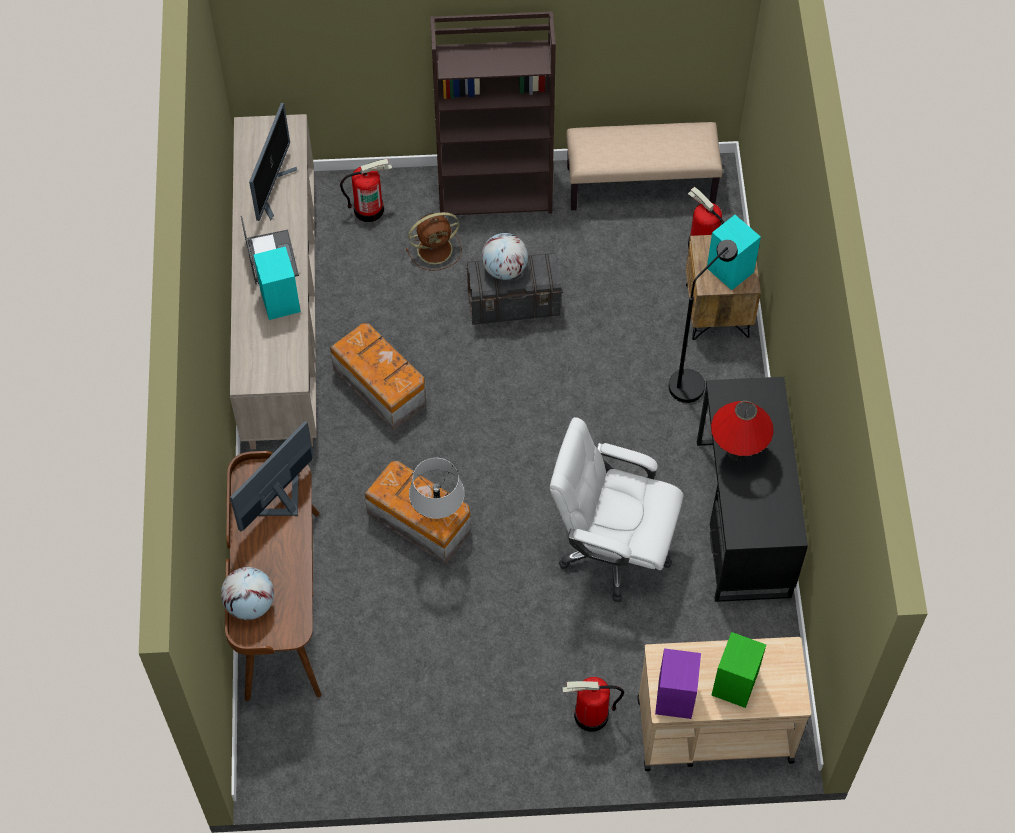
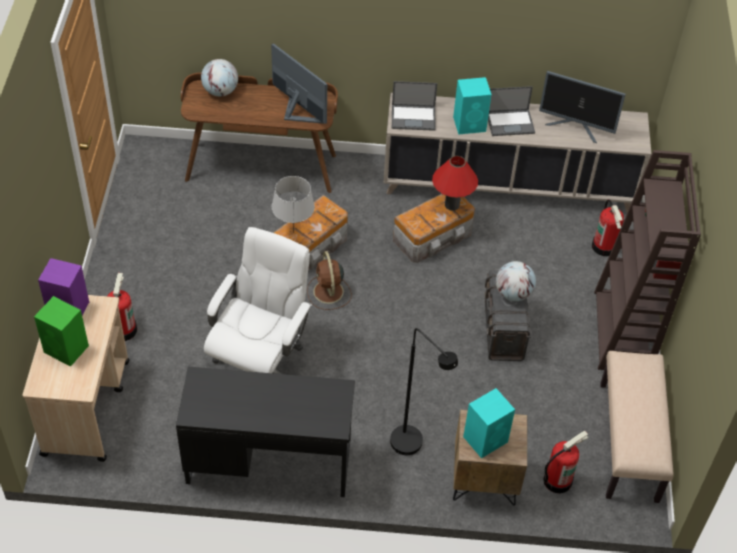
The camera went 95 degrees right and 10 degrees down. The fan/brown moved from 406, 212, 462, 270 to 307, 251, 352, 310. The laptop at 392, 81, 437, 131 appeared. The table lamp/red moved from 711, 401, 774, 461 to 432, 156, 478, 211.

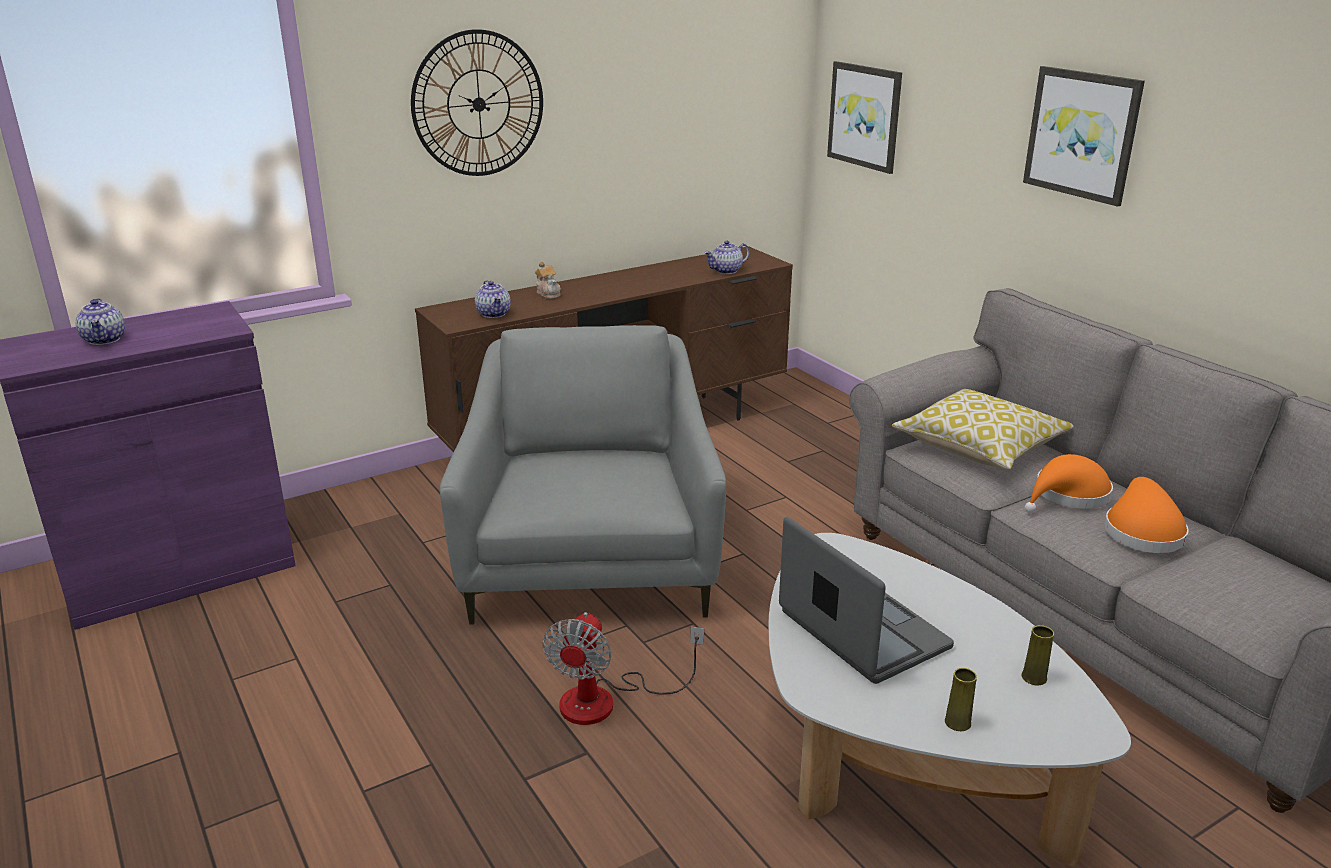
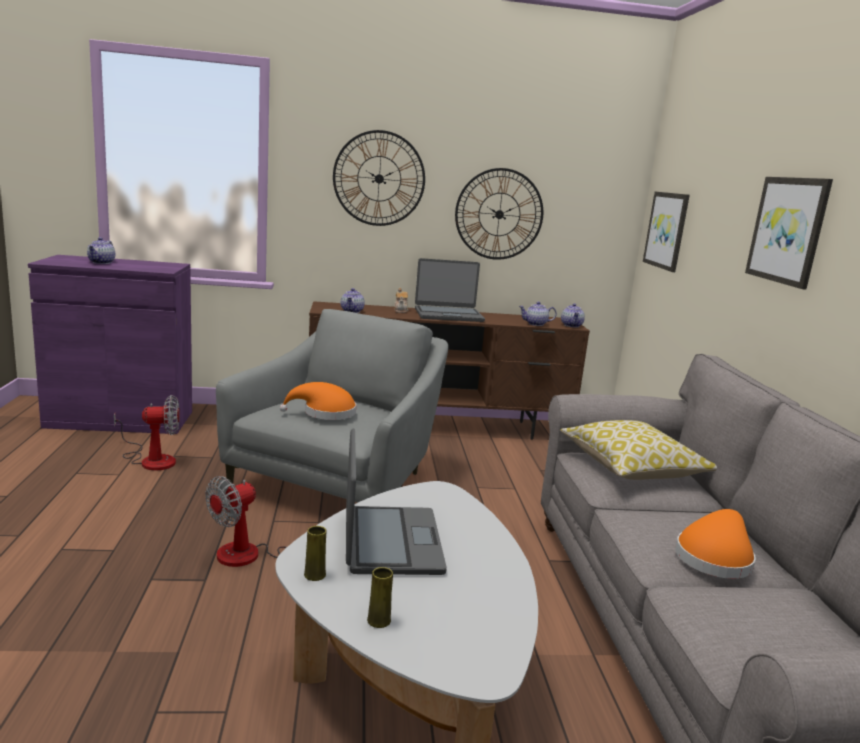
The camera went 25 degrees right and 10 degrees down. The fan at 114, 395, 180, 470 appeared. The hat/orange moved from 1024, 454, 1113, 513 to 280, 382, 356, 420. The vase/yellow moved from 1022, 625, 1054, 686 to 304, 526, 326, 581. The laptop at 415, 258, 485, 322 appeared. The wall clock at 455, 168, 543, 260 appeared. The teapot at 561, 303, 585, 327 appeared.

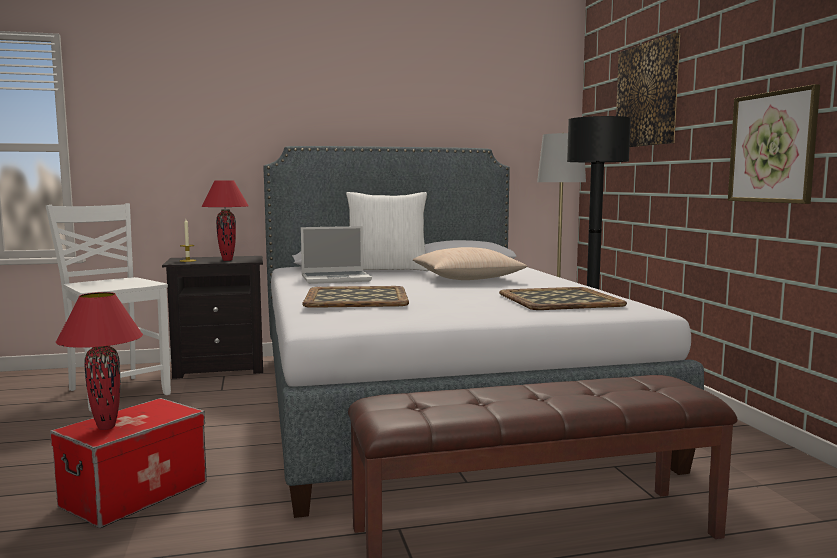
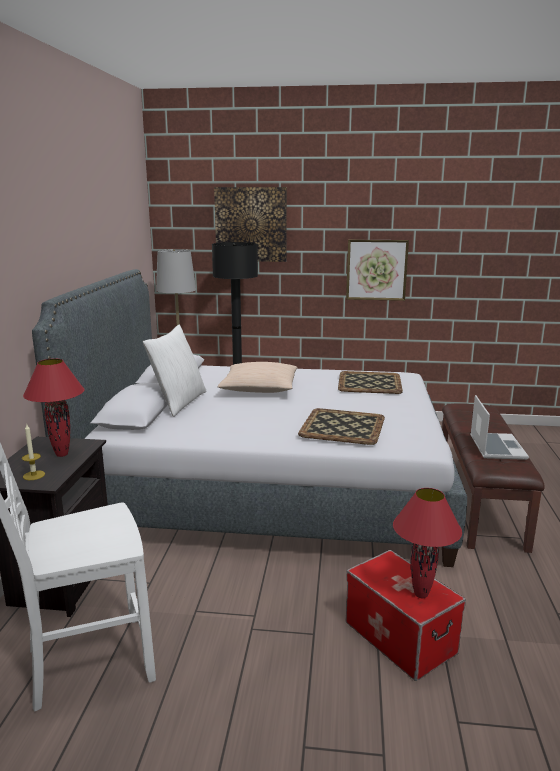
The camera went 70 degrees left and 10 degrees up. The laptop moved from 301, 226, 372, 284 to 470, 395, 529, 460.

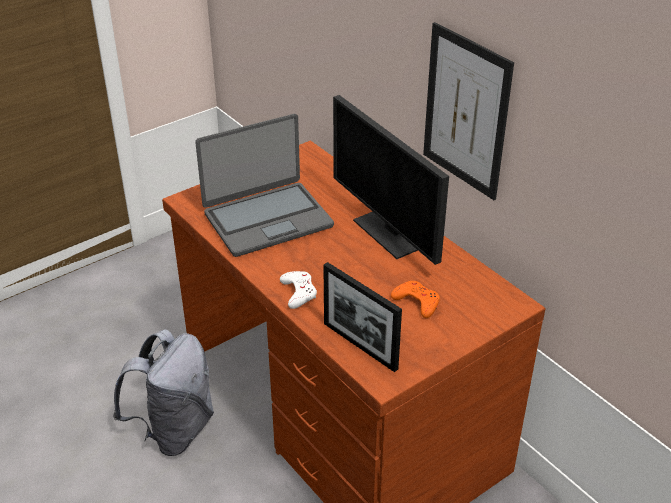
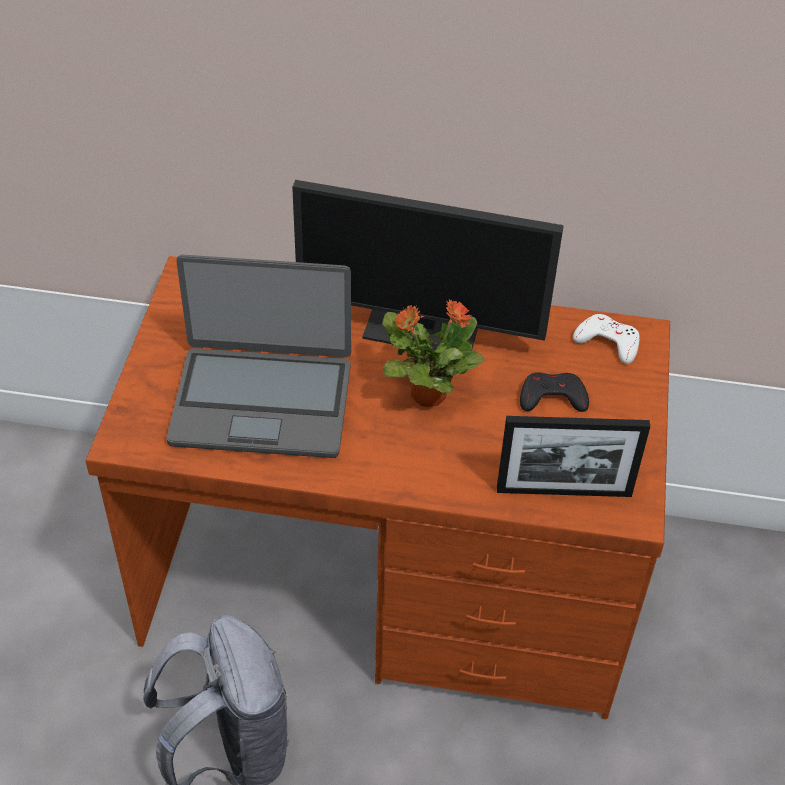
The camera went 45 degrees left and 10 degrees up. The laptop at 195, 114, 334, 257 turned 75 degrees clockwise. The potted plant at 382, 300, 485, 407 appeared. The game controller/orange at 391, 281, 440, 318 became the game controller/black at 520, 372, 589, 412. The game controller/white moved from 280, 271, 317, 309 to 573, 314, 640, 364. The picture at 423, 22, 514, 200 disappeared.

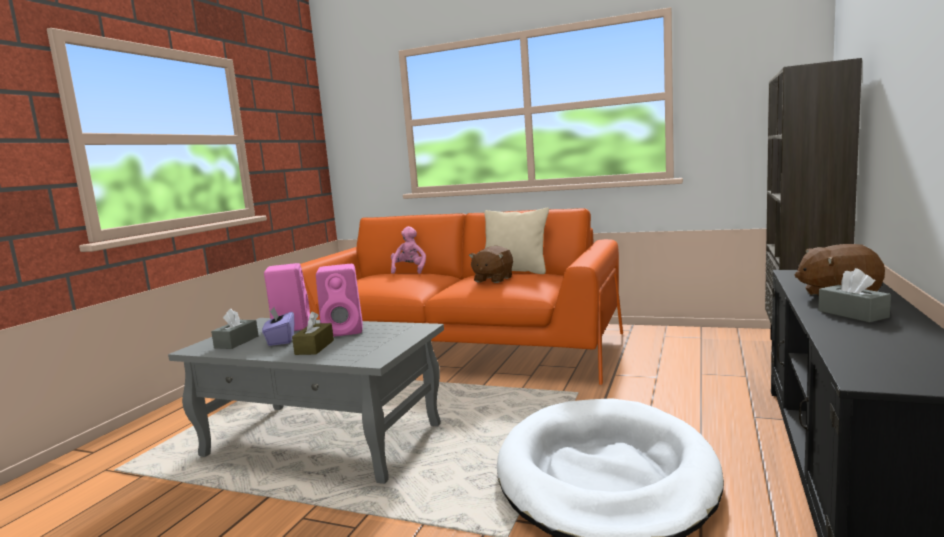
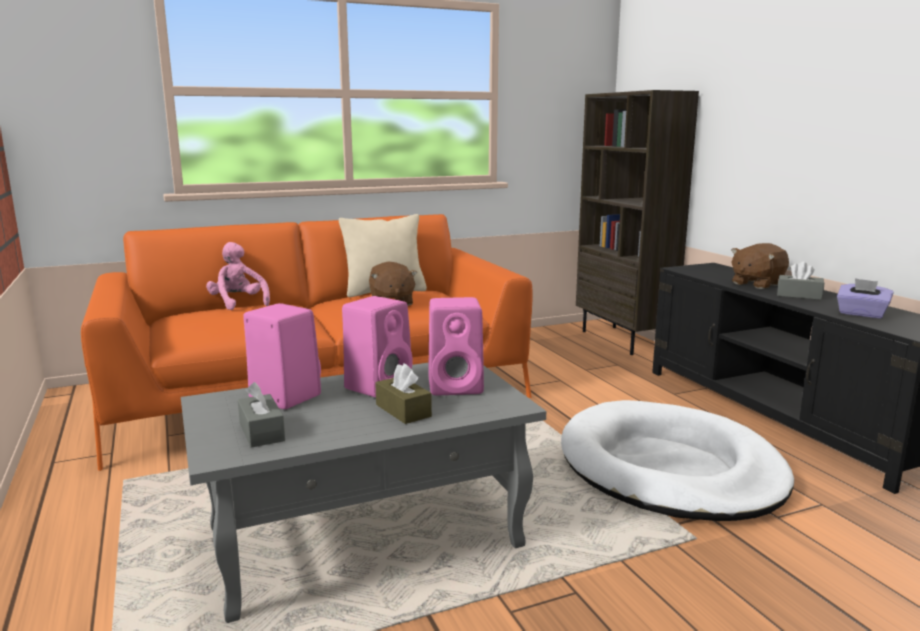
The camera went 45 degrees left and 5 degrees up. The speaker/pink at 428, 297, 484, 395 appeared. The tissue box/purple moved from 262, 307, 294, 346 to 837, 278, 893, 319.

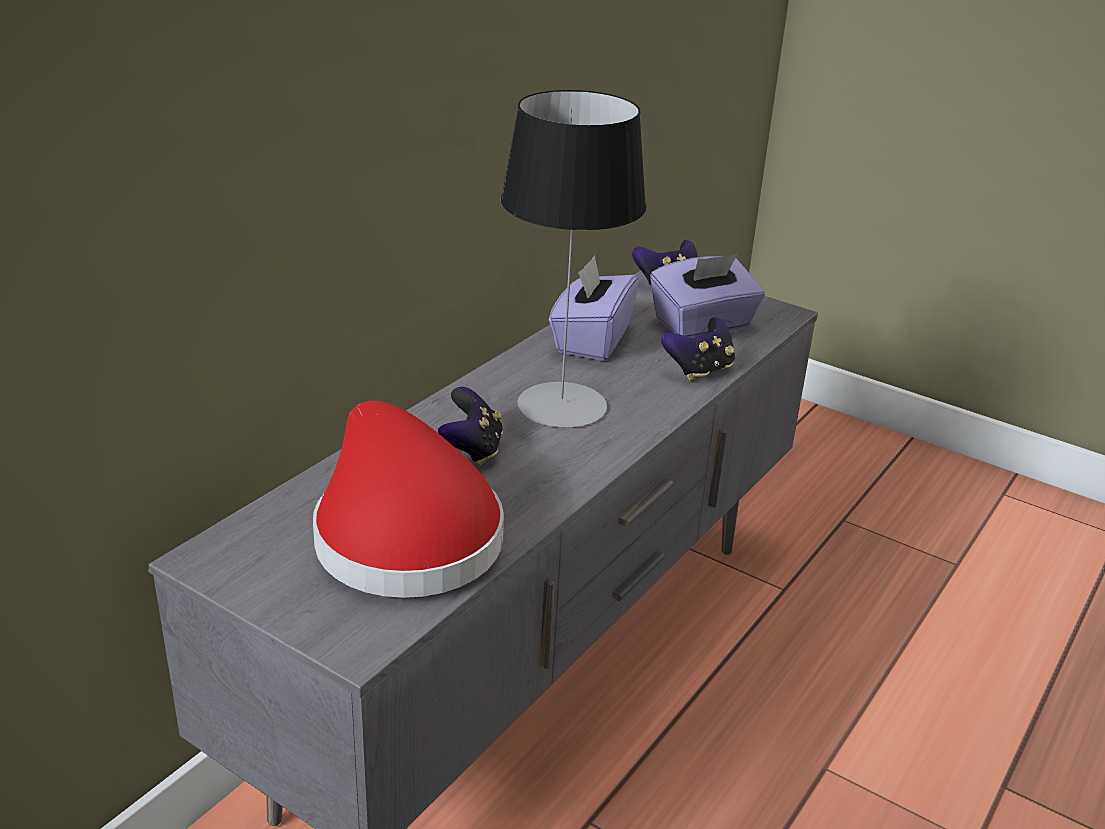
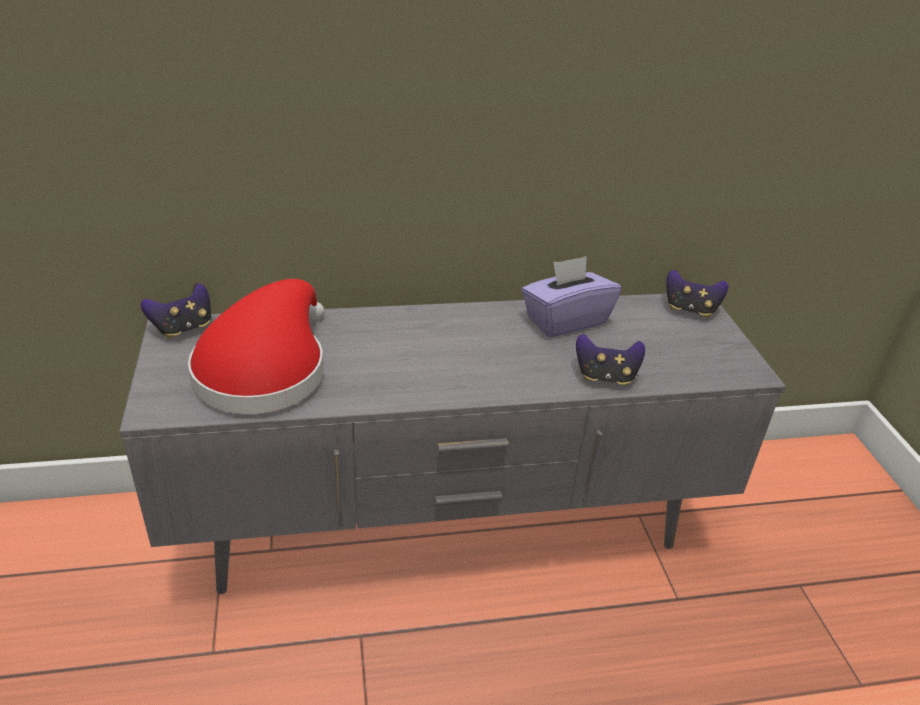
The camera went 45 degrees right and 5 degrees up. The game controller moved from 438, 387, 503, 465 to 141, 283, 211, 339. The table lamp at 501, 90, 646, 428 disappeared. The tissue box/purple at 650, 254, 765, 338 disappeared.

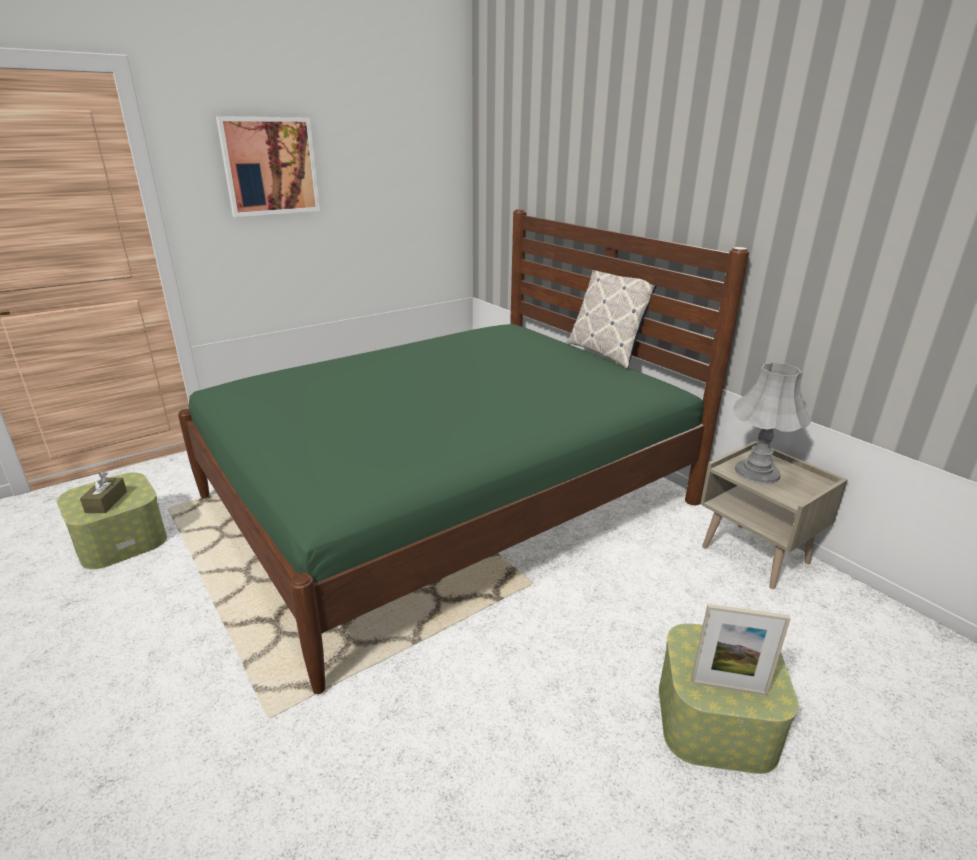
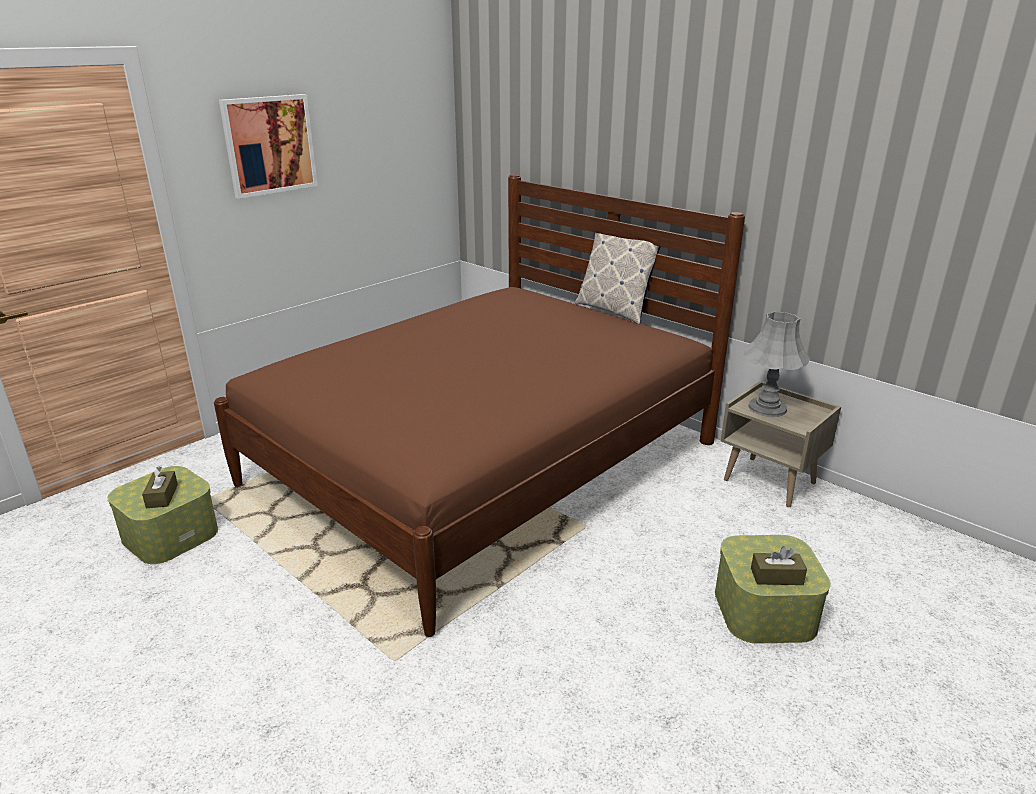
The camera went 10 degrees left and 0 degrees up. The bed/green at 178, 209, 749, 694 became the bed/brown at 214, 174, 745, 637. The picture frame at 691, 604, 791, 696 was replaced by the tissue box/brown at 751, 546, 807, 585.

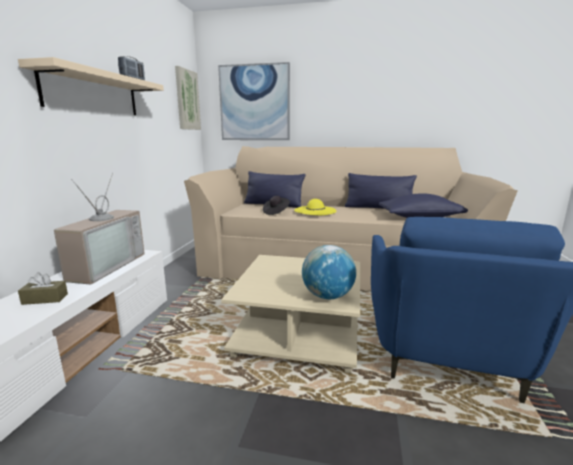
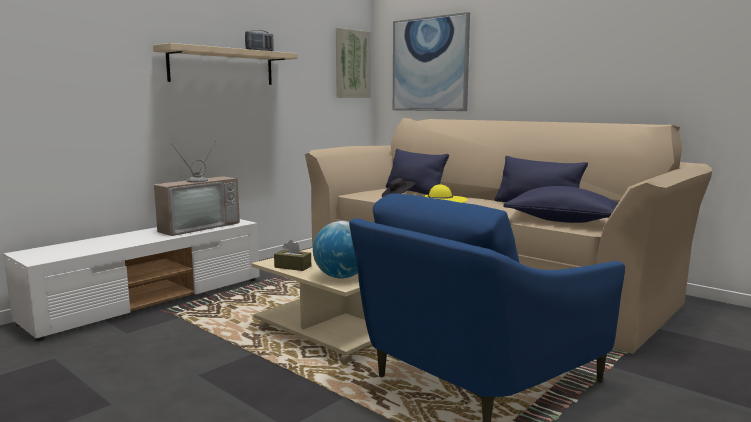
The camera went 30 degrees right and 5 degrees down. The tissue box/brown moved from 18, 272, 68, 305 to 274, 240, 311, 271.

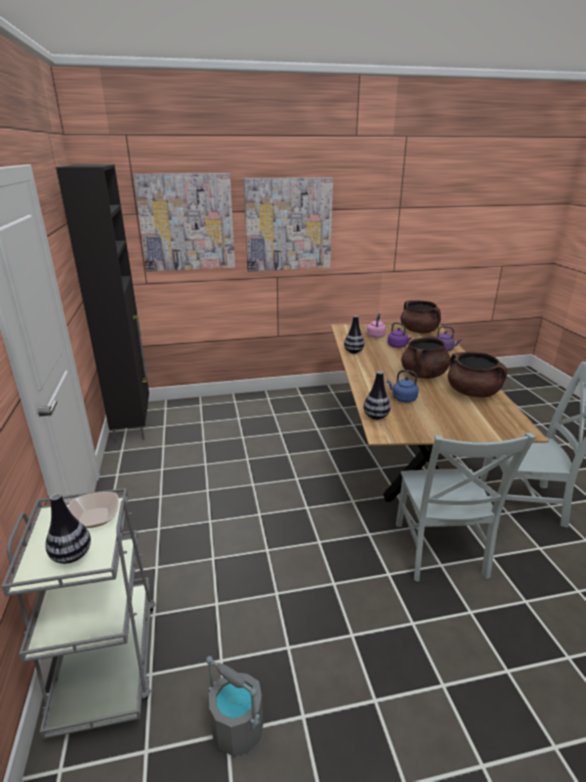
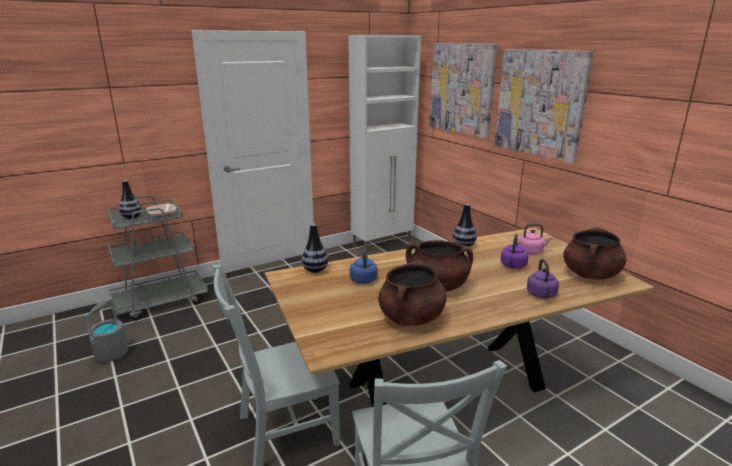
The camera went 70 degrees right and 5 degrees down. The cabinet/black at 56, 164, 149, 443 became the cabinet/white at 348, 35, 421, 248.

